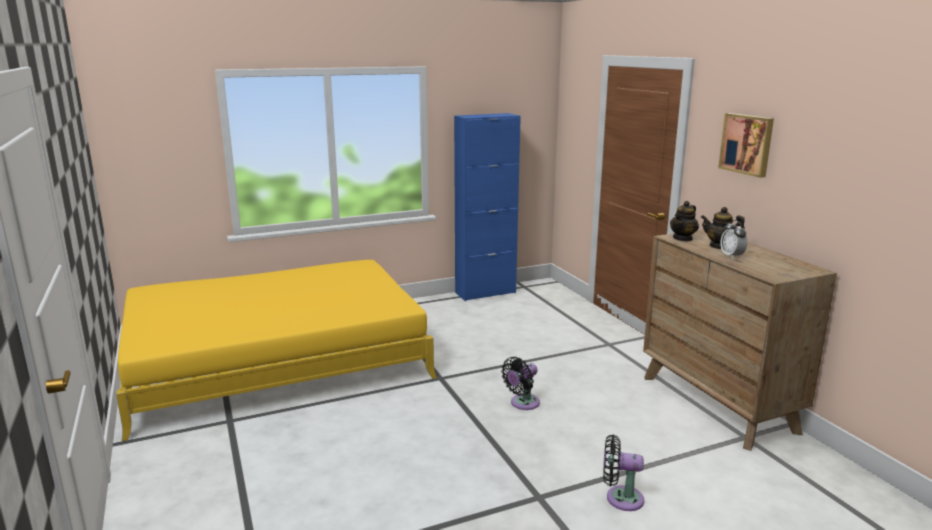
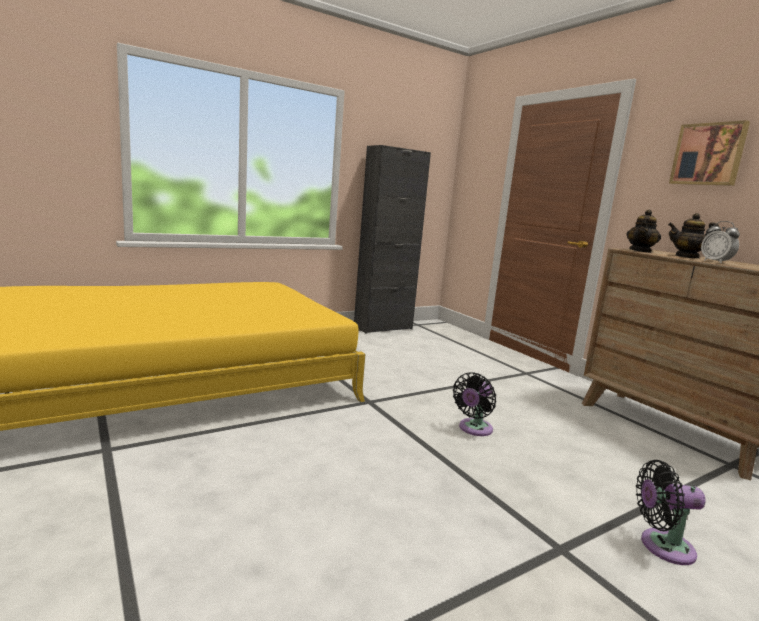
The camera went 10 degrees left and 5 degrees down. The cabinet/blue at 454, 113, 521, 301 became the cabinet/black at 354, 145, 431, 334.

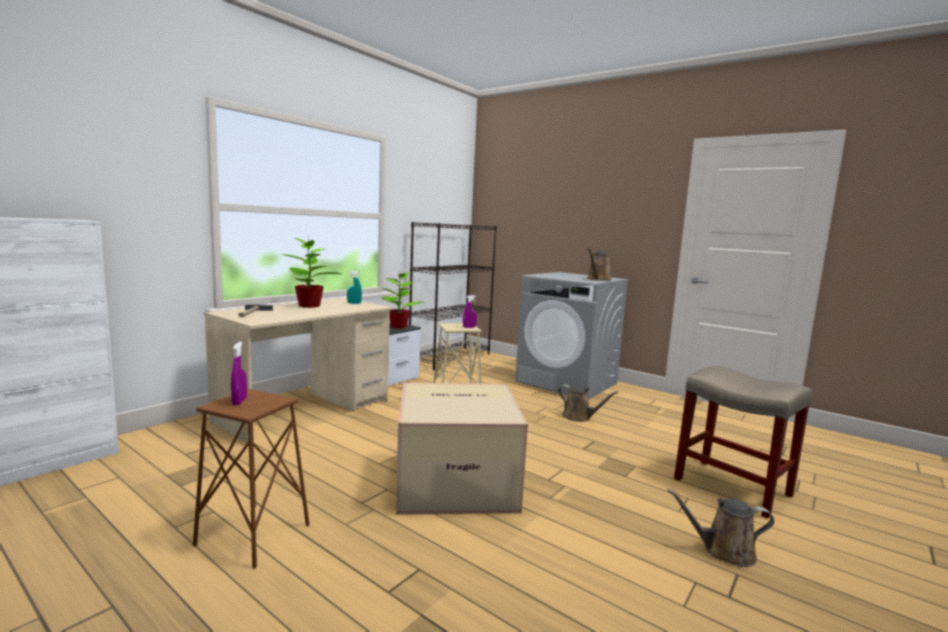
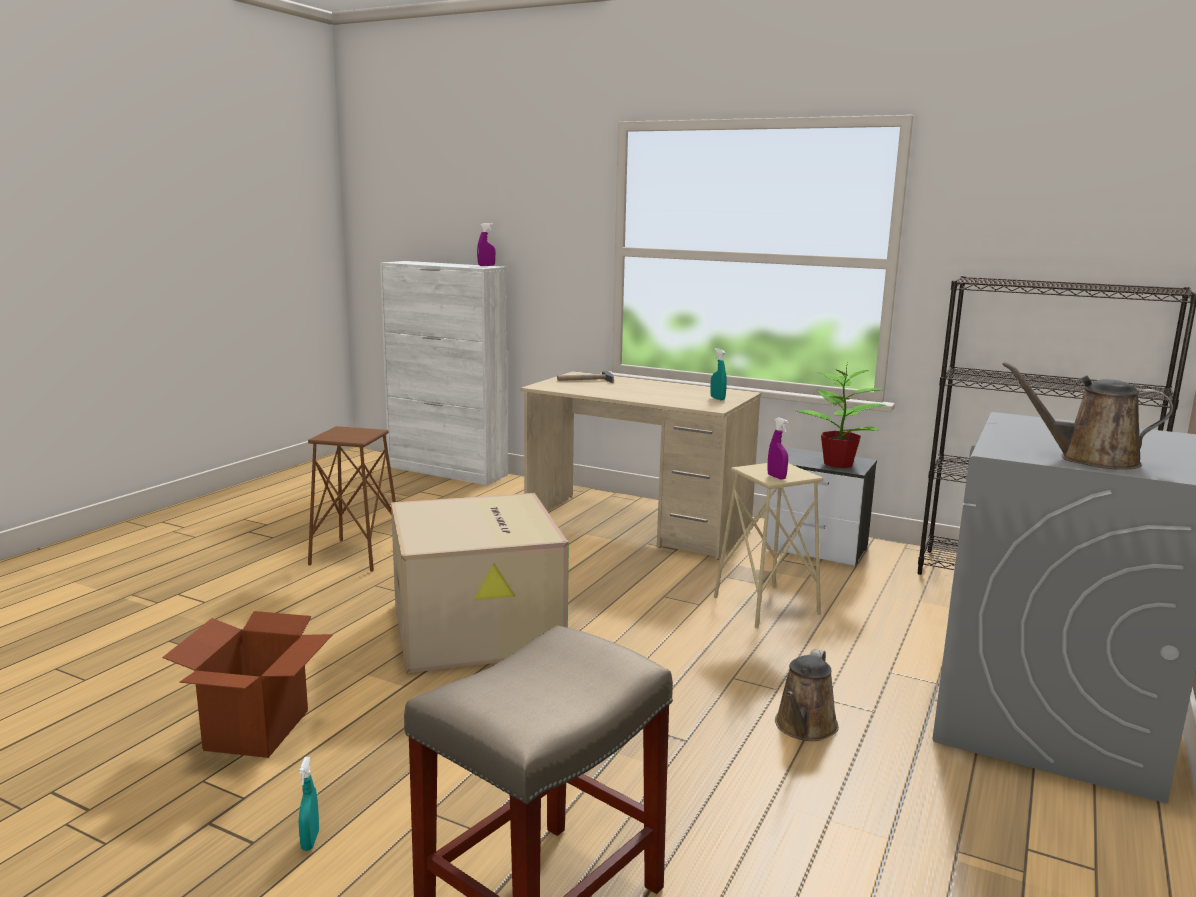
The camera went 80 degrees right and 5 degrees up. The cardboard box at 162, 611, 333, 758 appeared. The watering can/brown at 667, 489, 774, 567 was replaced by the spray bottle/turquoise at 299, 757, 319, 851. The spray bottle/purple moved from 231, 341, 247, 405 to 477, 223, 496, 266. The potted plant at 282, 237, 341, 308 disappeared.

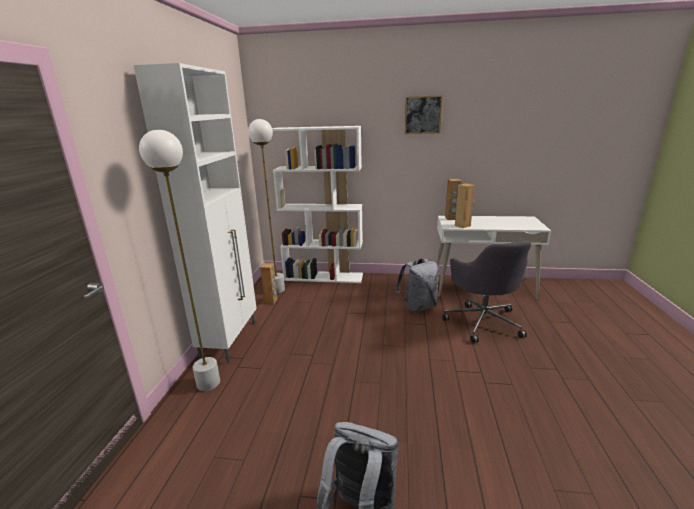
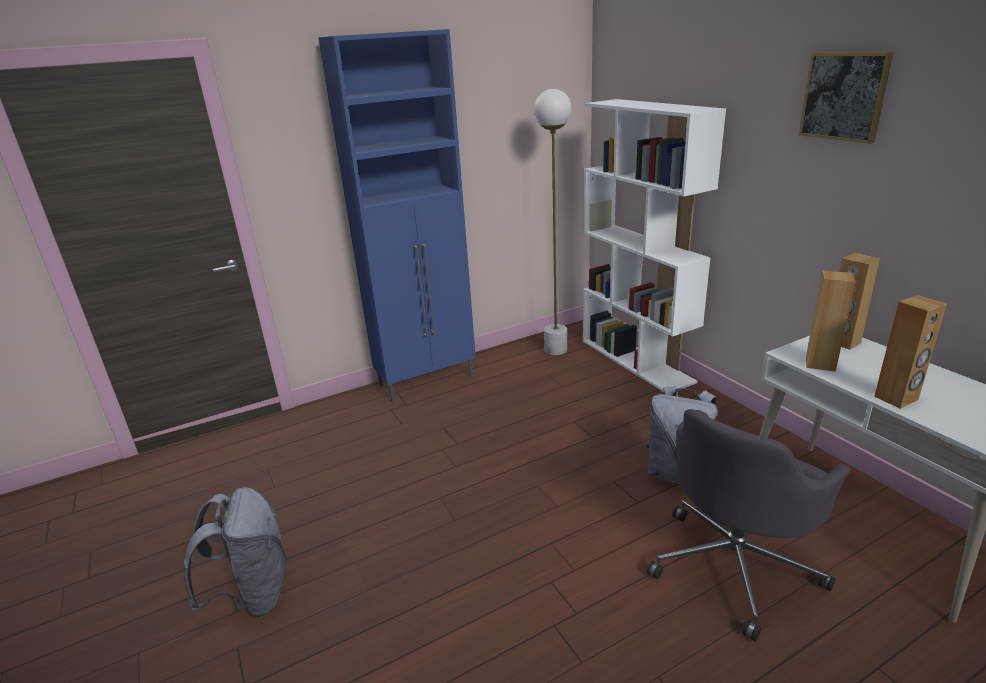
The camera went 55 degrees right and 5 degrees up. The cabinet/white at 133, 63, 257, 363 became the cabinet/blue at 318, 29, 476, 402. The speaker/brown moved from 260, 263, 277, 304 to 874, 295, 947, 409. The floor lamp/white at 139, 130, 220, 391 disappeared.

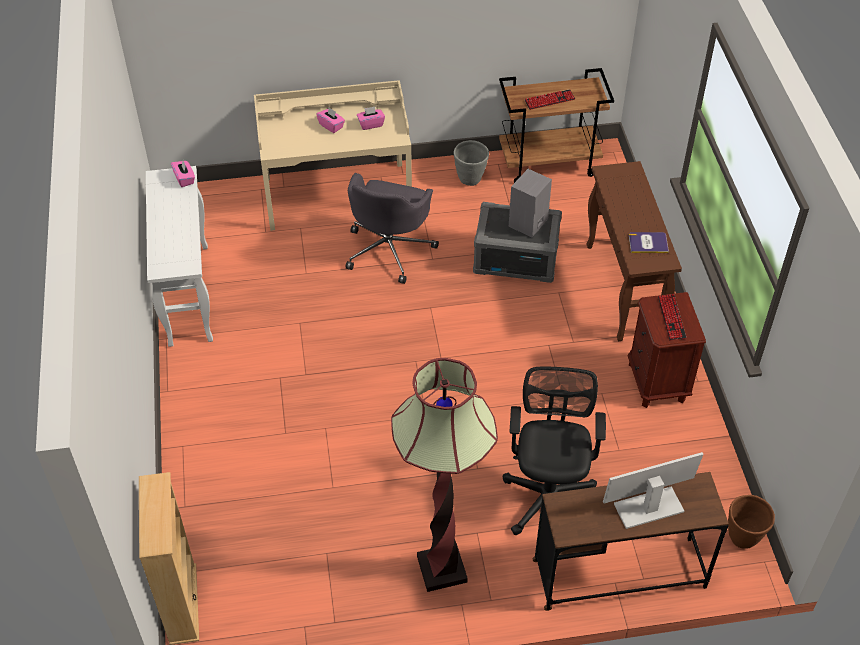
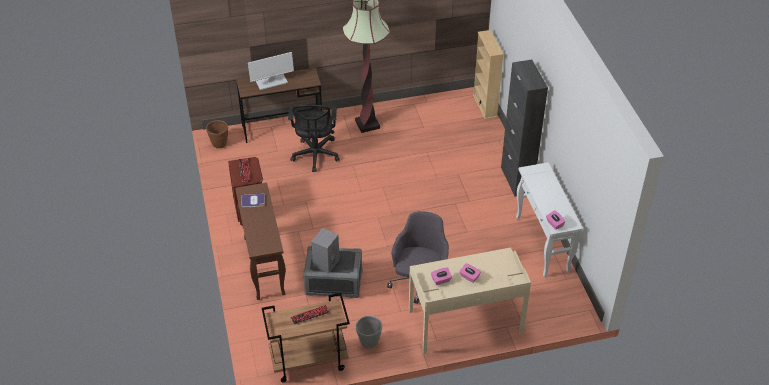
The camera went 175 degrees right and 5 degrees down. The cabinet/black at 501, 60, 548, 197 appeared.

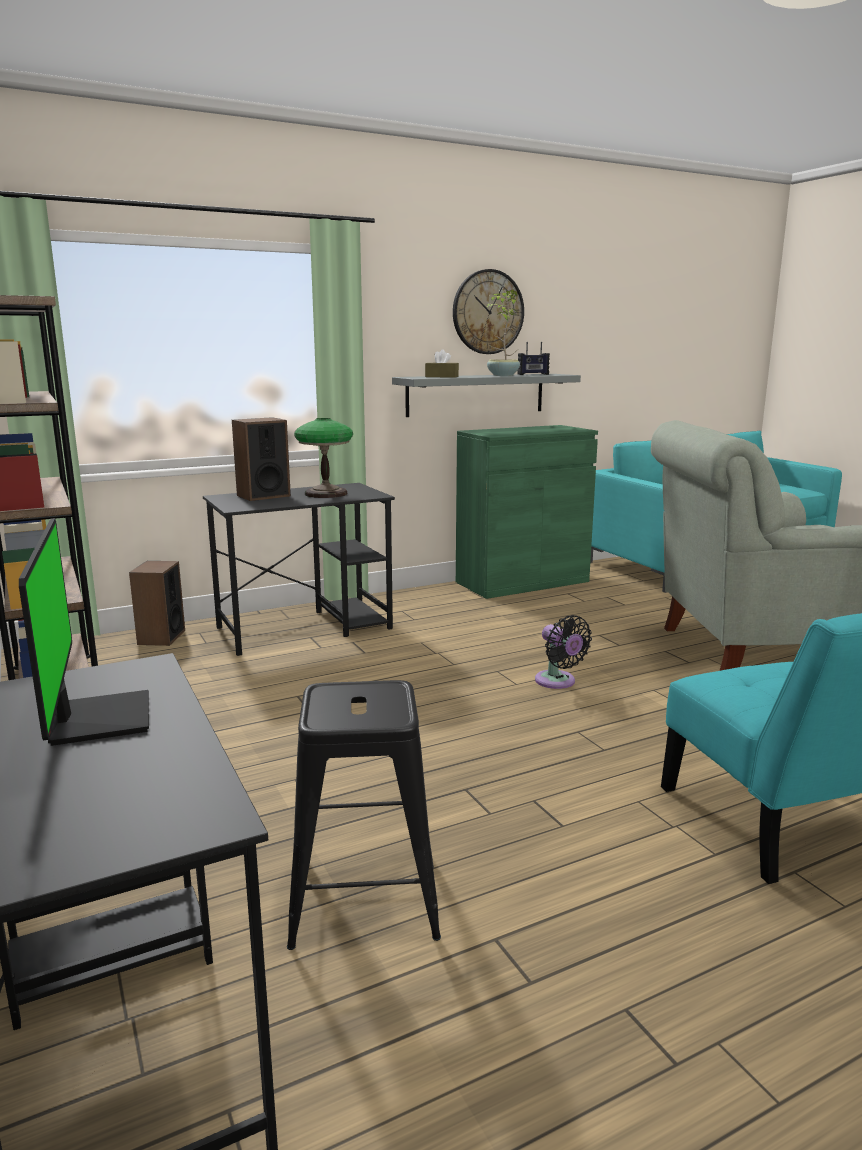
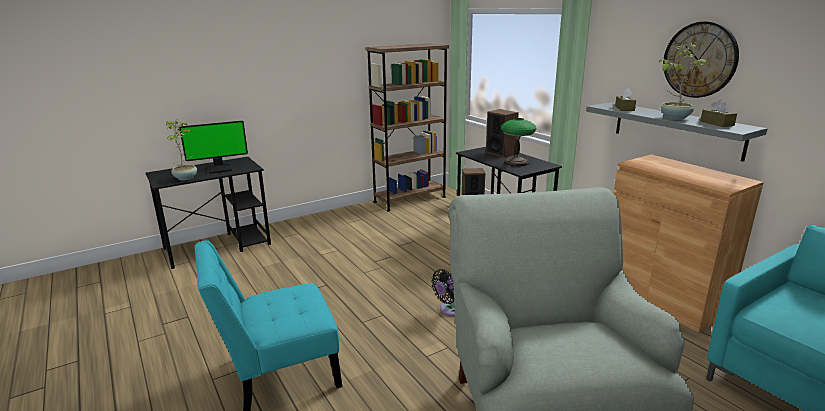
The camera went 85 degrees right and 5 degrees up. The potted plant at 166, 119, 197, 181 appeared. The cabinet/green at 456, 425, 598, 599 became the cabinet/brown at 614, 155, 764, 333. The radio at 517, 342, 550, 375 was replaced by the tissue box/brown at 700, 100, 737, 127. The stool/black at 287, 680, 441, 950 disappeared.

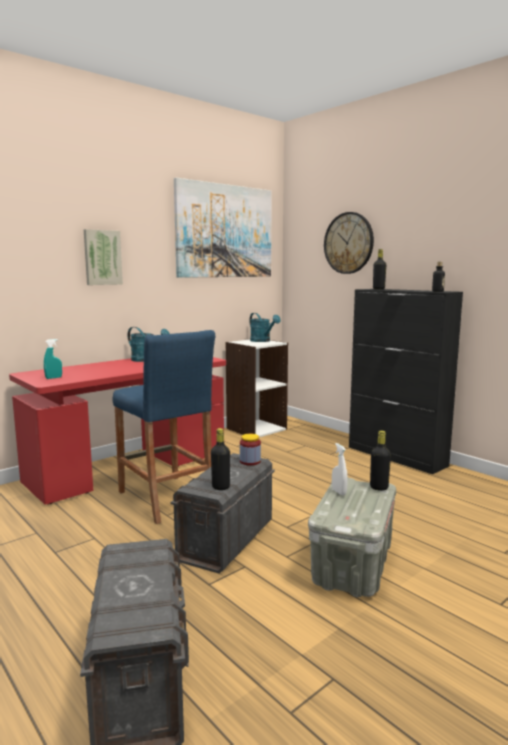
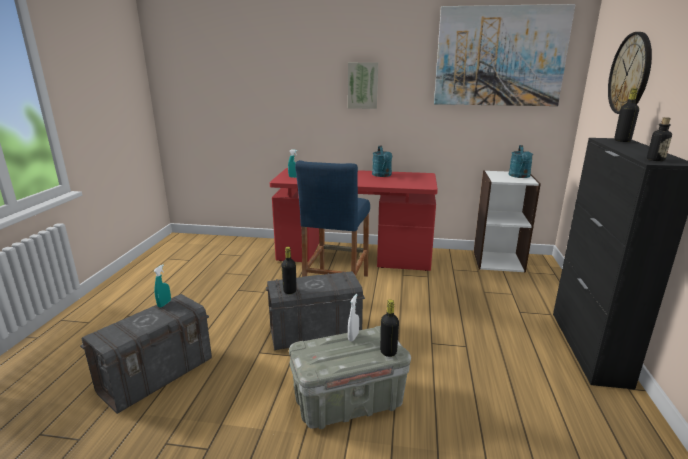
The camera went 50 degrees right and 10 degrees up. The spray bottle/turquoise at 154, 264, 171, 308 appeared. The jar at 240, 434, 261, 465 disappeared.

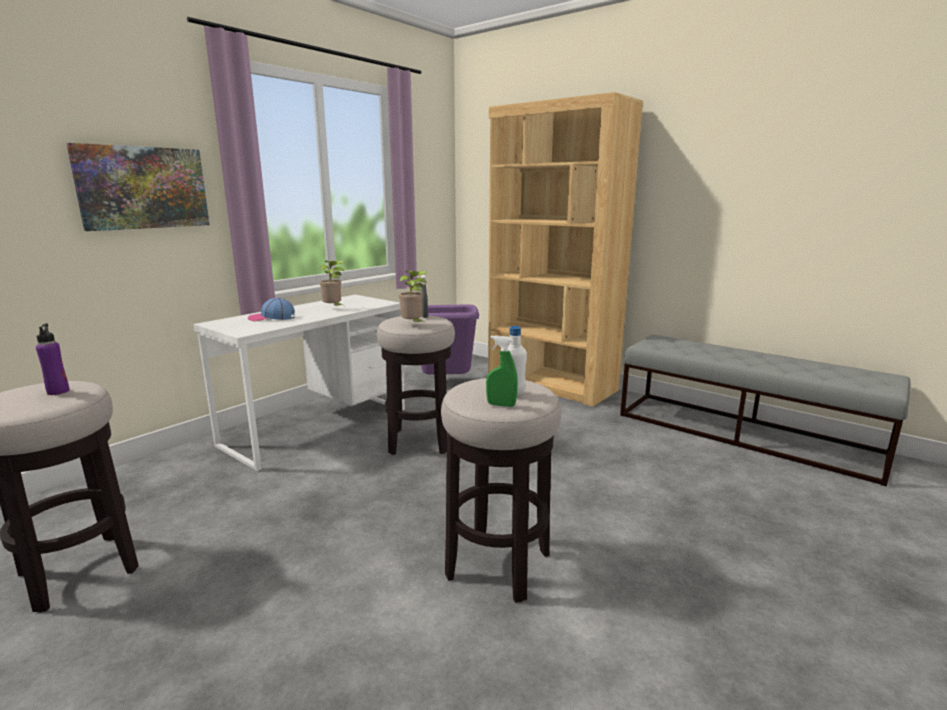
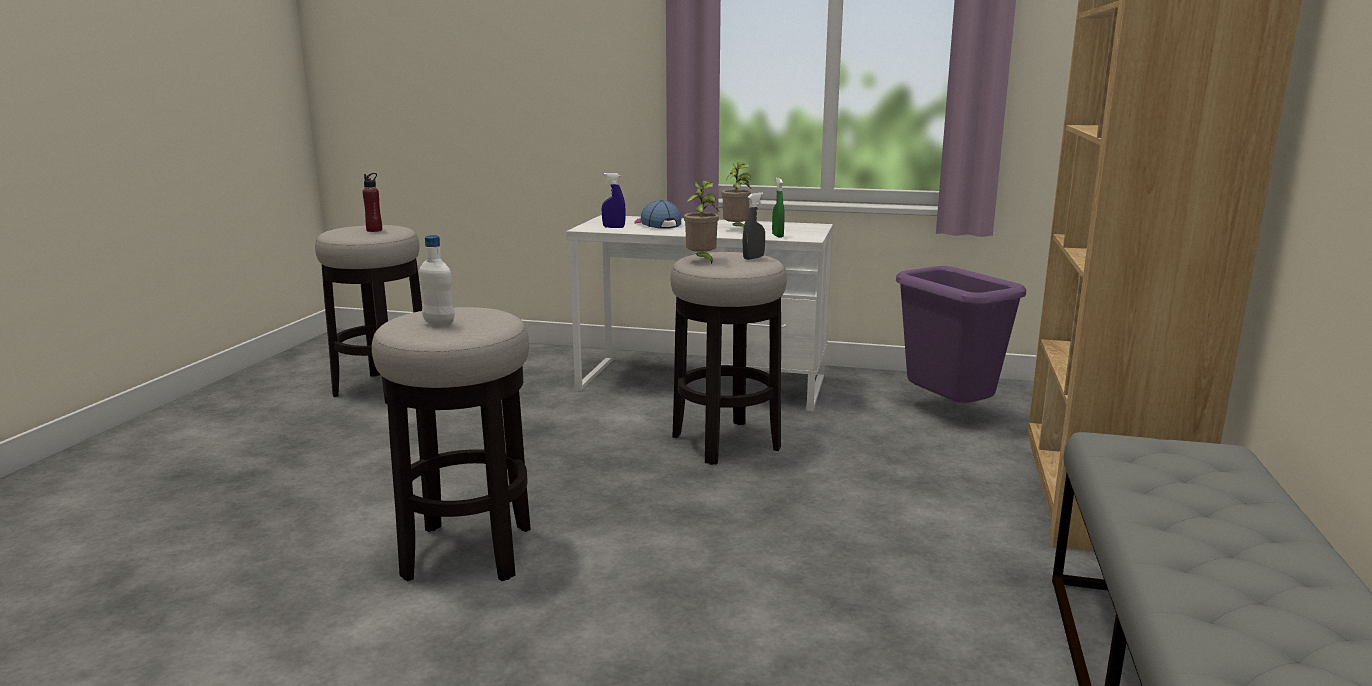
The camera went 65 degrees right and 0 degrees up. The bottle/purple at 36, 324, 69, 395 became the bottle/red at 363, 173, 382, 232. The spray bottle/blue at 602, 173, 626, 228 appeared. The spray bottle/green moved from 486, 335, 518, 407 to 772, 178, 785, 238. The picture at 66, 143, 210, 231 disappeared.

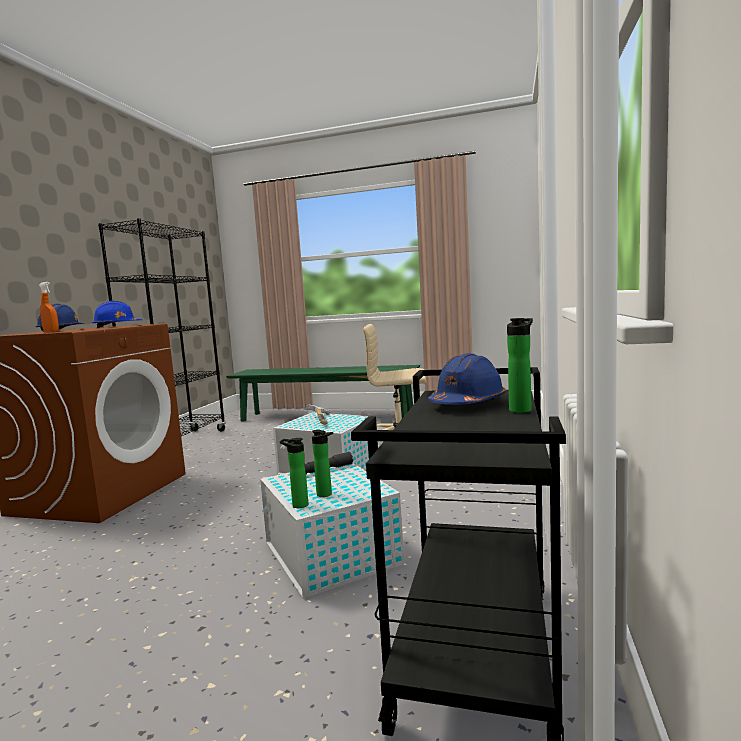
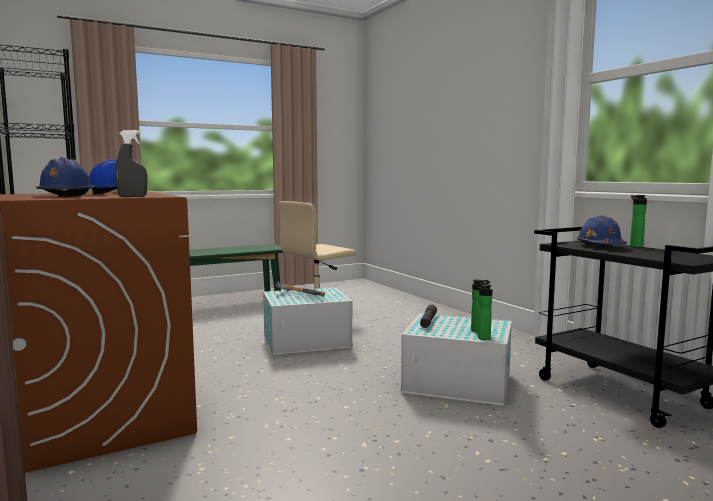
The camera went 45 degrees left and 0 degrees up. The spray bottle/orange at 39, 282, 59, 333 became the spray bottle/grey at 116, 130, 147, 197.

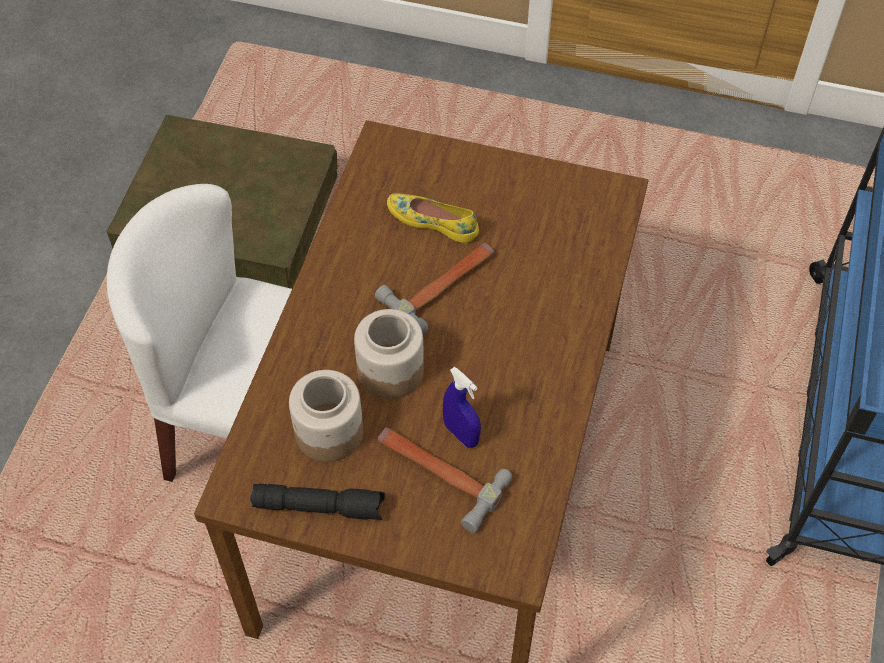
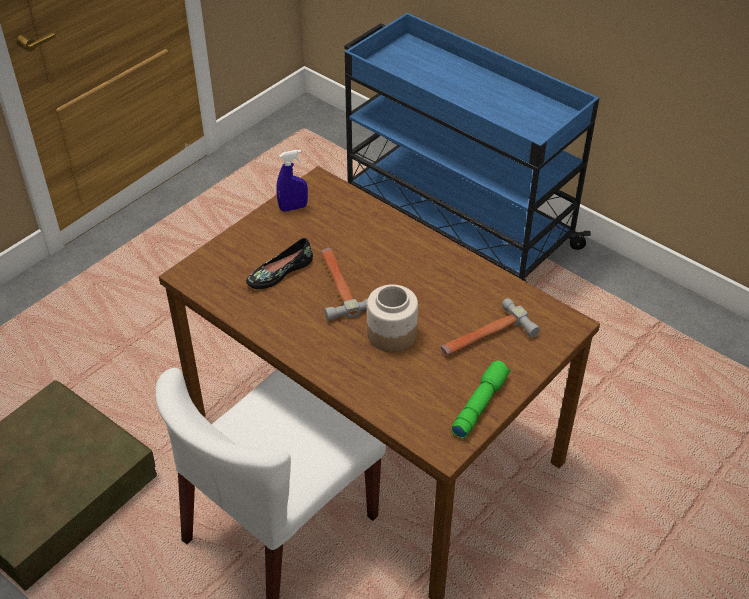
The camera went 65 degrees left and 10 degrees down. The shoe/yellow at 387, 193, 479, 243 became the shoe/black at 246, 238, 313, 289. The spray bottle/blue moved from 443, 367, 481, 448 to 276, 150, 308, 212. The flashlight/black at 250, 483, 385, 520 became the flashlight/green at 452, 361, 511, 439. The jar at 289, 370, 363, 462 disappeared.

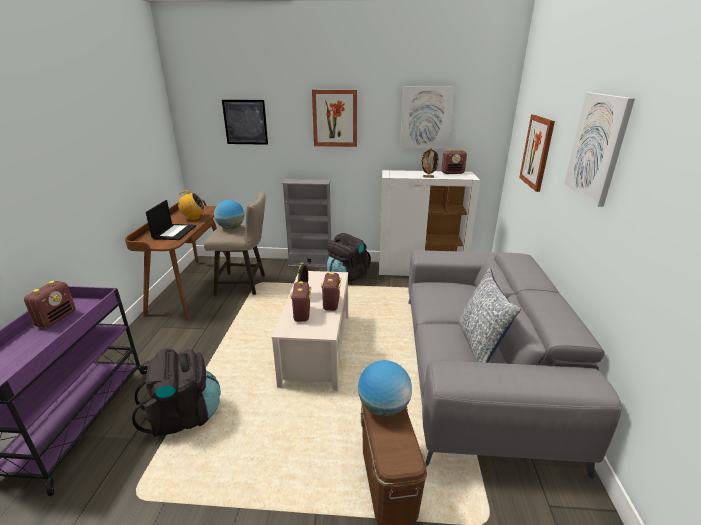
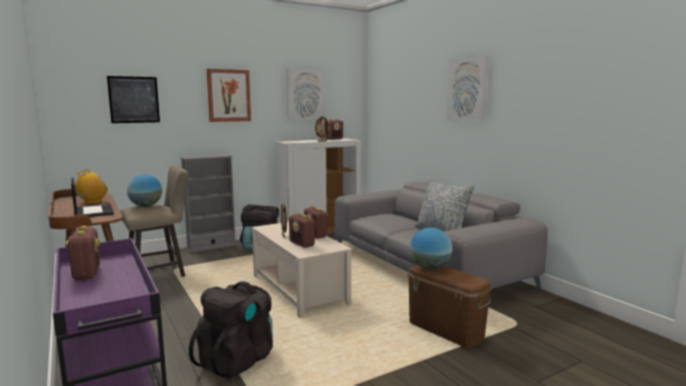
The camera went 35 degrees left and 15 degrees down. The picture at 519, 115, 555, 192 disappeared.

